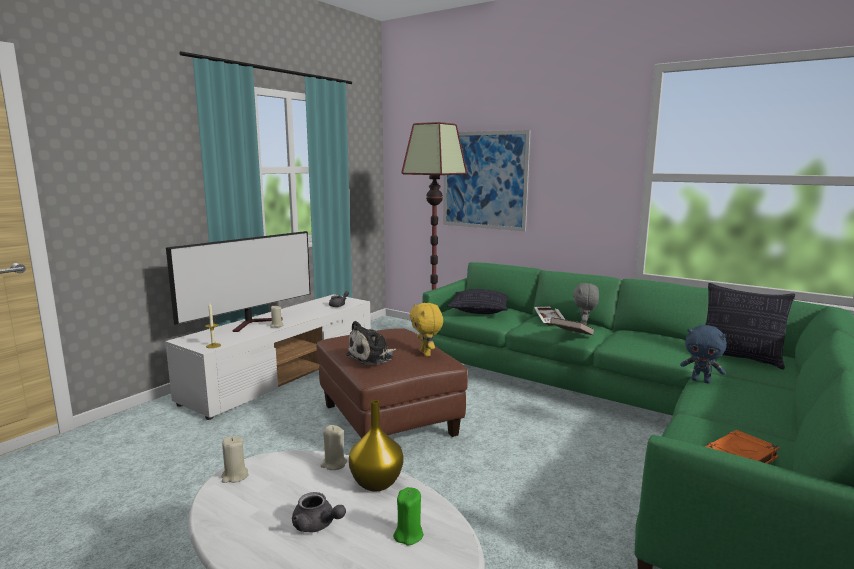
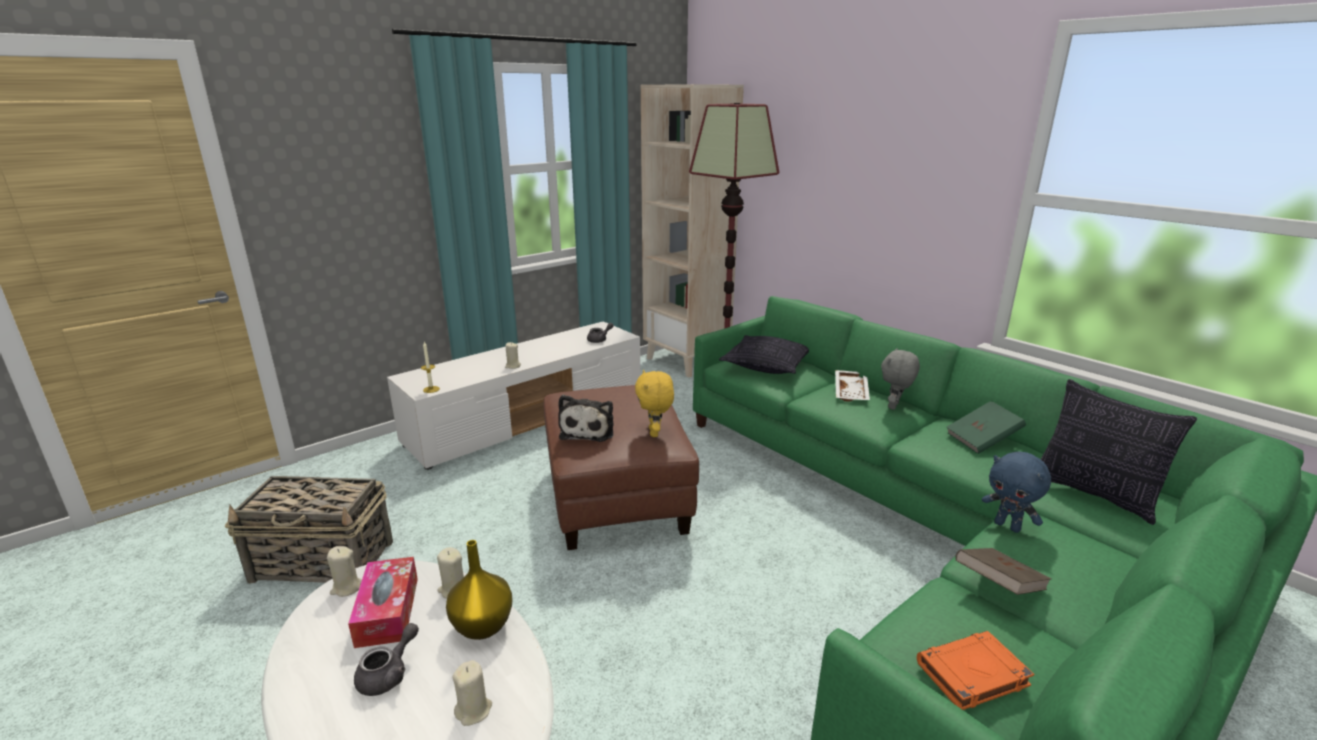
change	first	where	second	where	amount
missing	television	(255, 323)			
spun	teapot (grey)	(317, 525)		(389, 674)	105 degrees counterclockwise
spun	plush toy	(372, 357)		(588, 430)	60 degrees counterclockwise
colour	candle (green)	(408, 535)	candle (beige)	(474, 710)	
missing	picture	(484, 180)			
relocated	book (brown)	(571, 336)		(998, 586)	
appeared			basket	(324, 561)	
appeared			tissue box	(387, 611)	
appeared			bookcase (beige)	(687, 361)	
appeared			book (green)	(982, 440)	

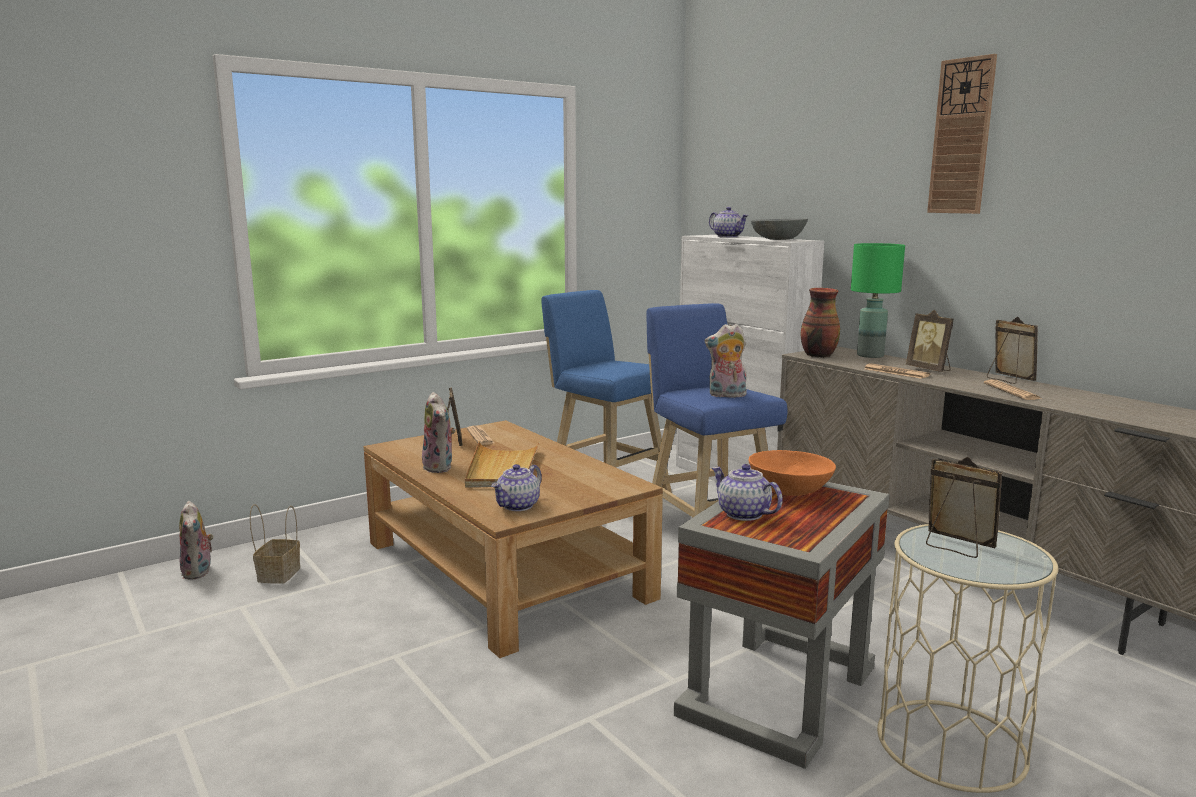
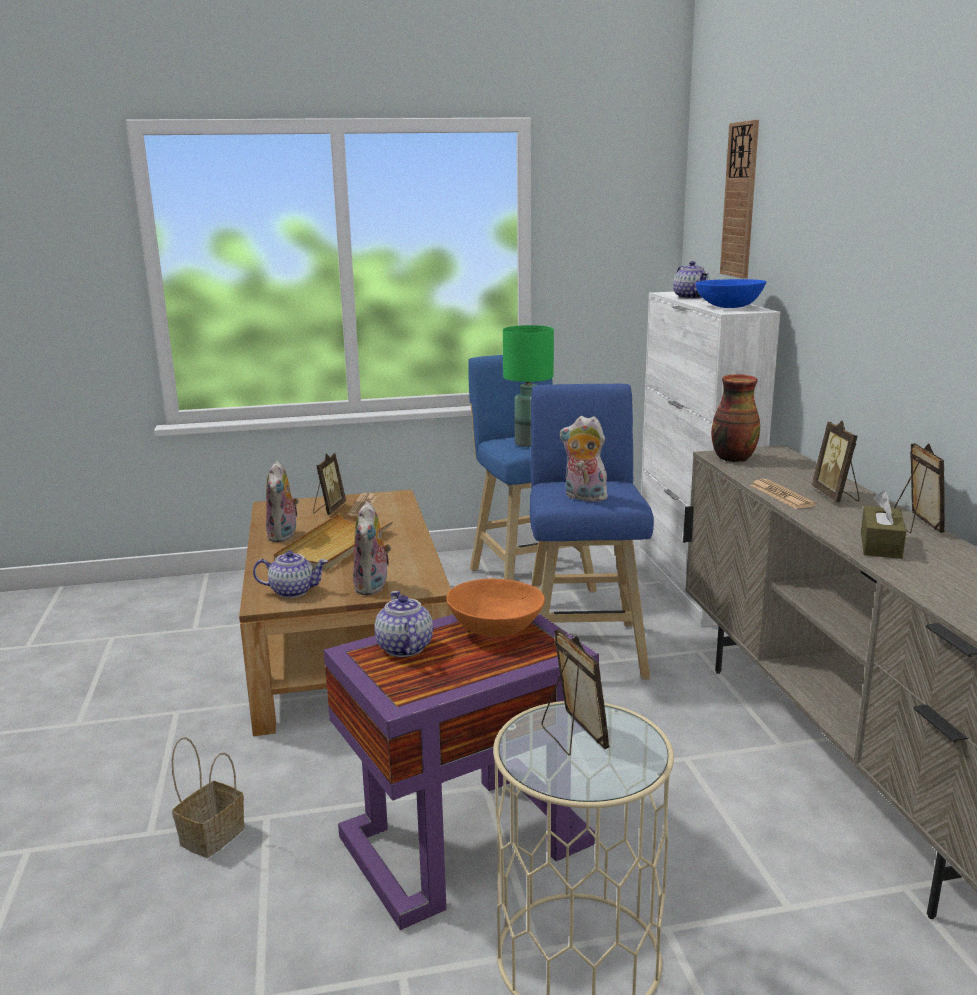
change	first	where	second	where	amount
relocated	plush toy	(199, 572)		(373, 587)	
relocated	basket	(279, 574)		(213, 834)	
spun	teapot	(518, 506)		(293, 591)	150 degrees counterclockwise
colour	side table (grey)	(776, 691)	side table (purple)	(462, 841)	
colour	bowl (grey)	(779, 239)	bowl (blue)	(730, 306)	
relocated	table lamp (green)	(869, 355)		(527, 443)	
relocated	wall clock	(961, 137)		(740, 200)	
exchanged	newspaper	(1011, 391)	tissue box (brown)	(880, 545)	

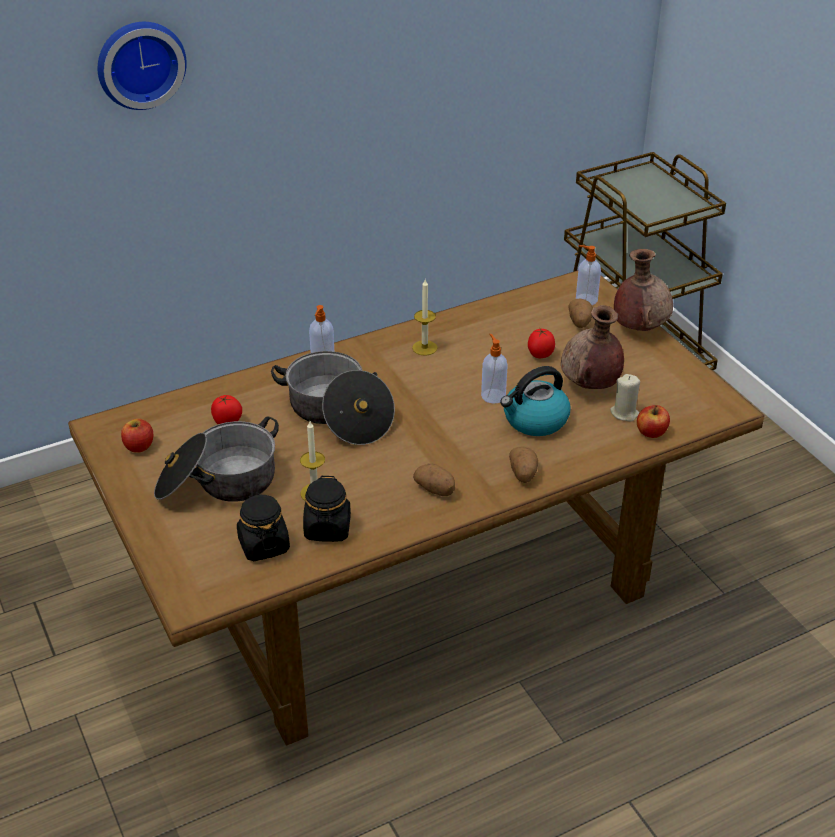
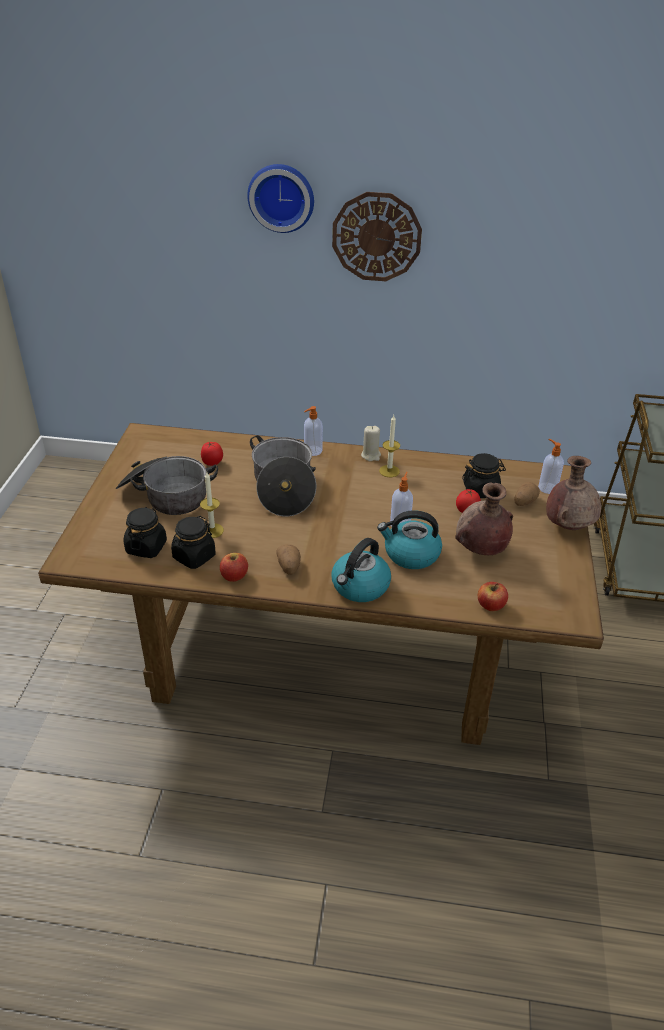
change	first	where	second	where	amount
relocated	apple	(139, 446)		(234, 576)	
exchanged	potato	(523, 474)	kettle	(360, 587)	
relocated	candle (beige)	(625, 413)		(371, 455)	
appeared			wall clock	(376, 237)	
appeared			jar (black)	(481, 490)	

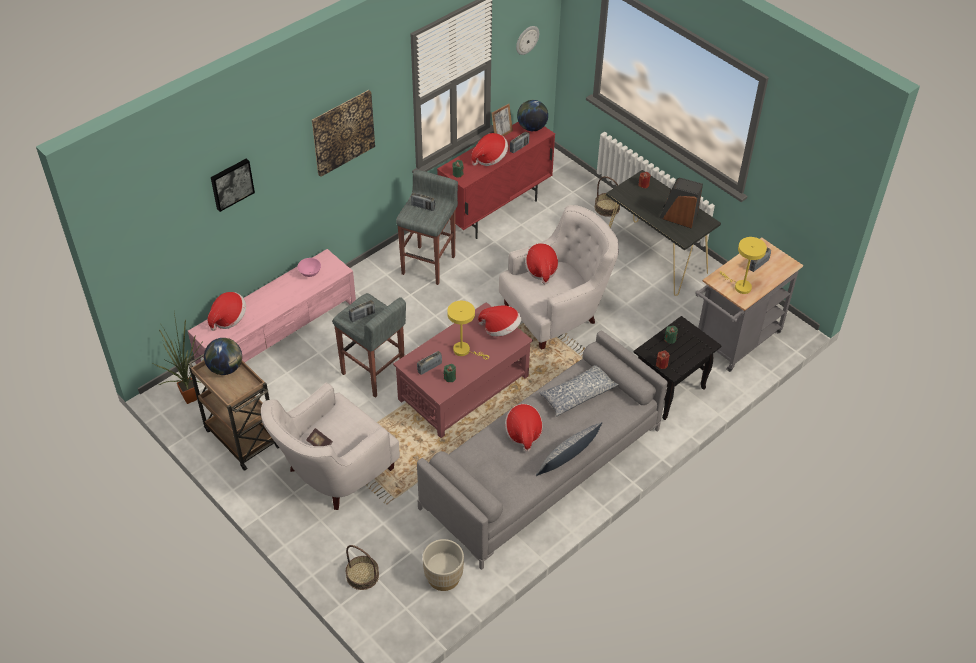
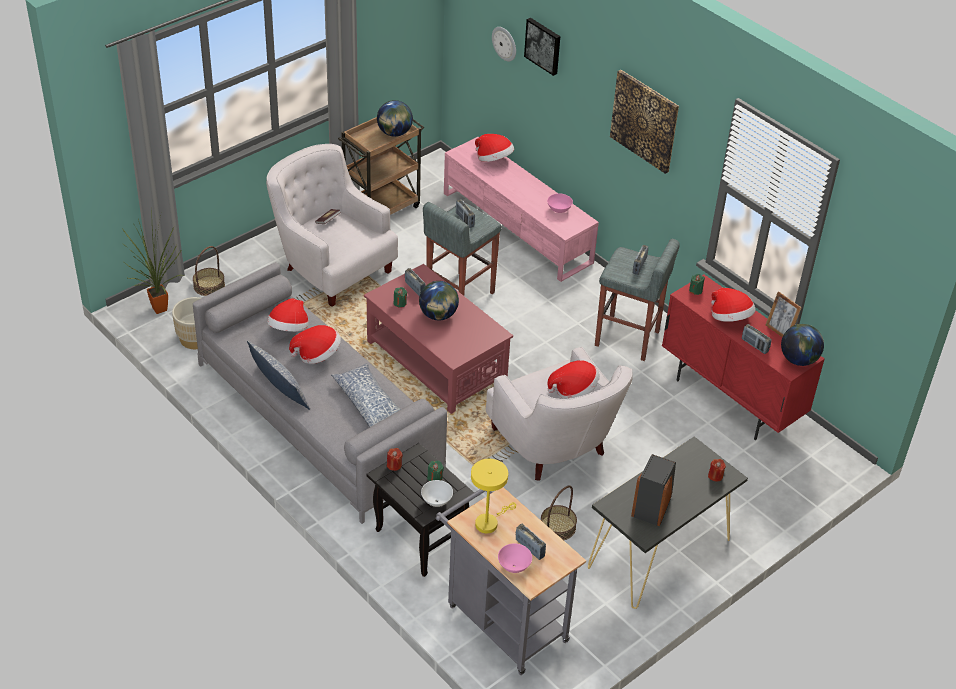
change	first	where	second	where	amount
relocated	potted plant	(192, 398)		(160, 311)	
exchanged	table lamp (yellow)	(464, 350)	globe	(438, 315)	
relocated	hat	(500, 329)		(289, 329)	
relocated	wall clock	(526, 39)		(504, 43)	
relocated	basket	(607, 208)		(558, 527)	
appeared			bowl (white)	(437, 501)	
appeared			bowl (pink)	(513, 566)	

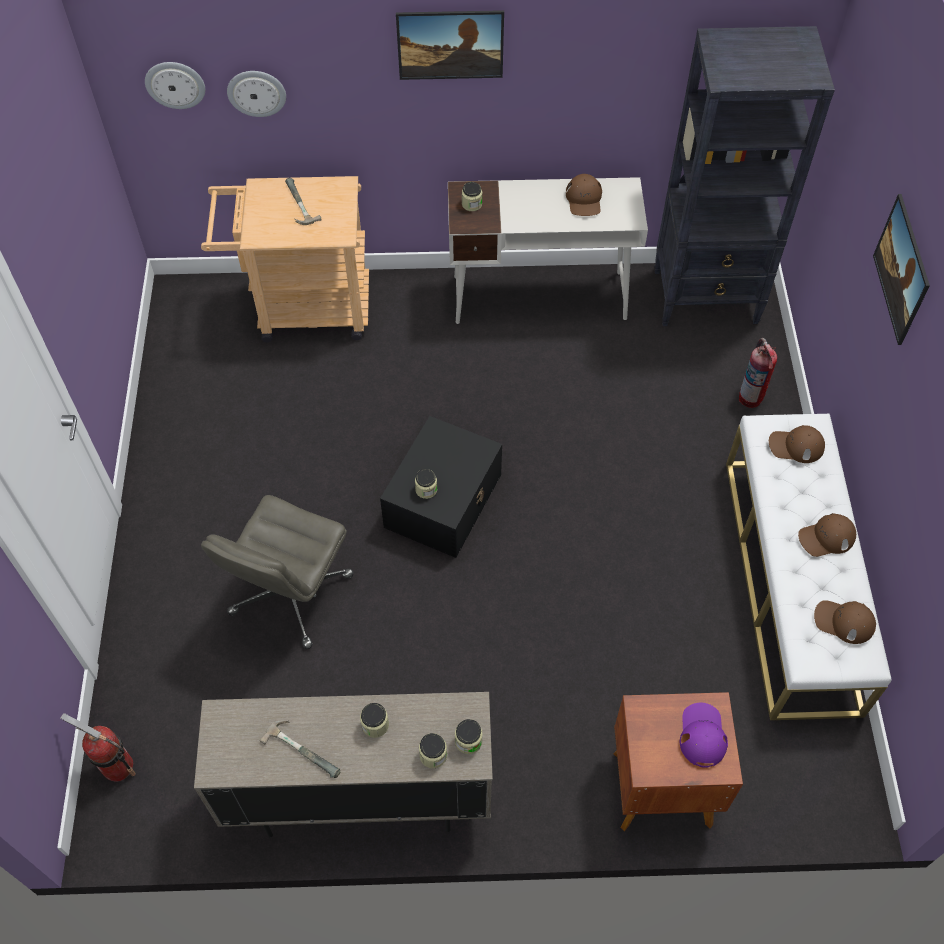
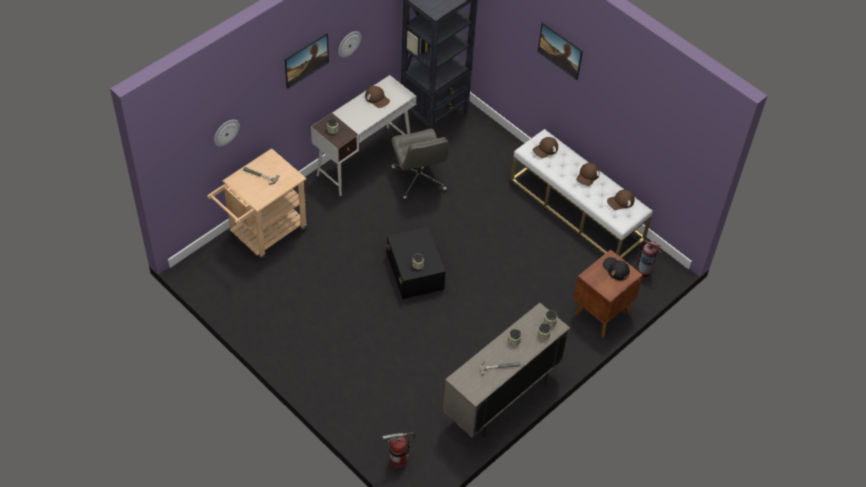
change	first	where	second	where	amount
relocated	wall clock	(175, 84)		(348, 43)	
relocated	office chair (grey)	(291, 595)		(419, 180)	
colour	cap (purple)	(702, 735)	cap (black)	(615, 269)	
relocated	fire extinguisher	(750, 397)		(644, 271)	

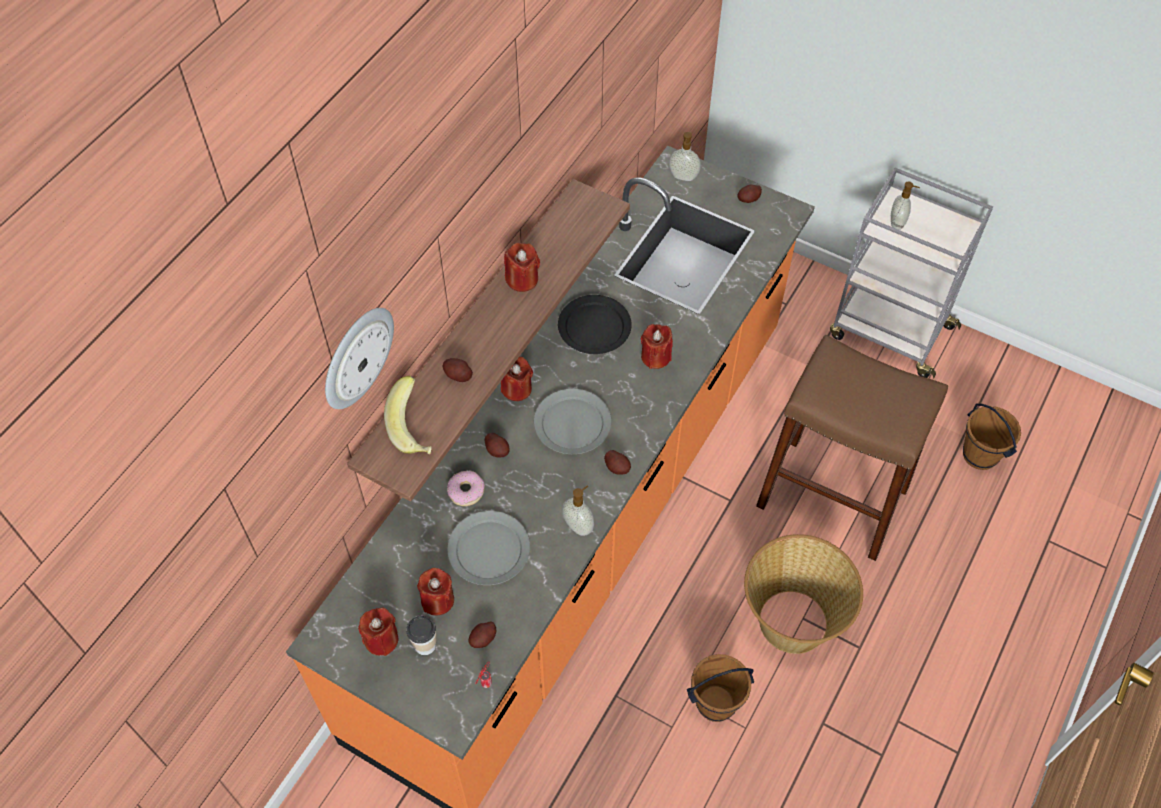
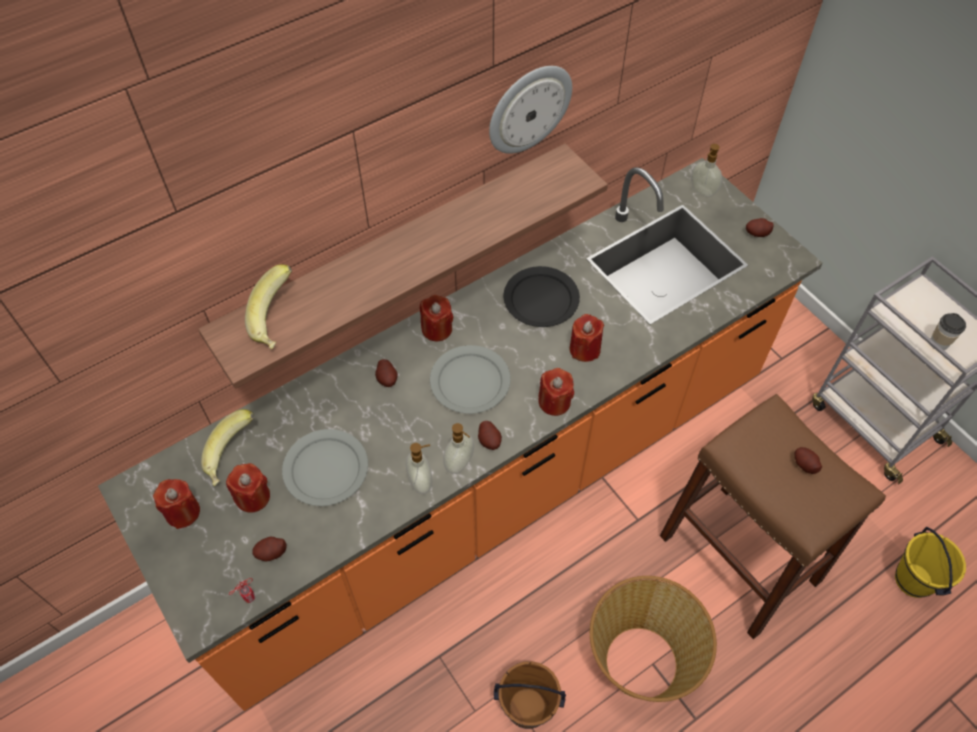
change	first	where	second	where	amount
relocated	wall clock	(356, 356)		(528, 108)	
relocated	cup	(425, 645)		(938, 343)	
relocated	potato	(458, 375)		(804, 464)	
missing	donut	(466, 491)			
relocated	candle (red)	(522, 279)		(554, 402)	
relocated	soap dispenser	(897, 223)		(460, 464)	
colour	bucket (brown)	(980, 455)	bucket (yellow)	(914, 580)	
appeared			banana	(233, 457)	

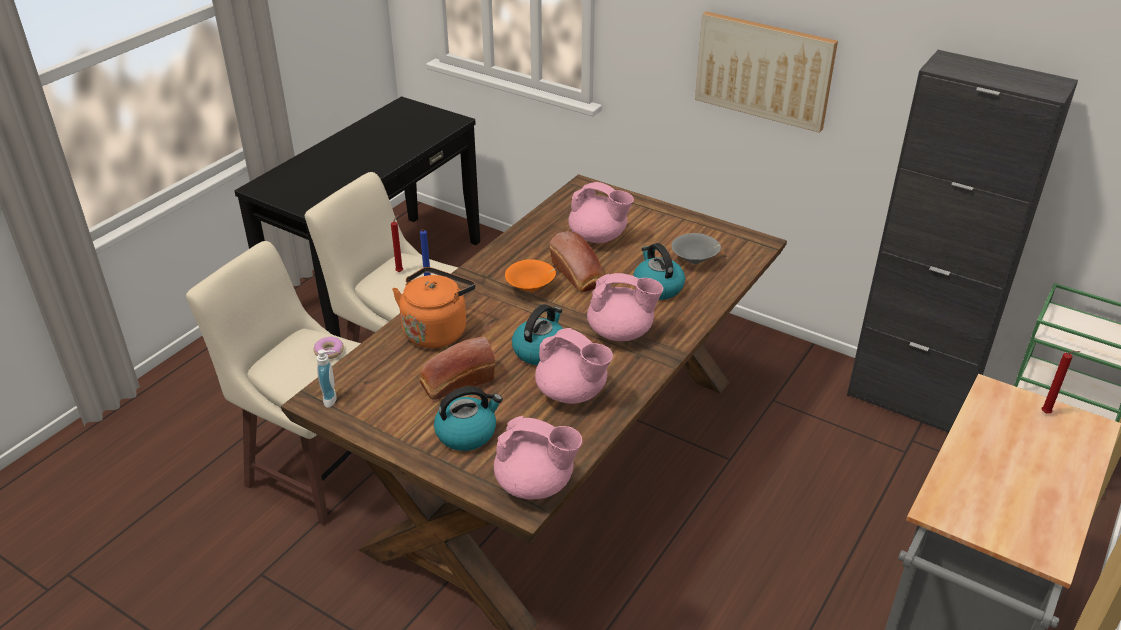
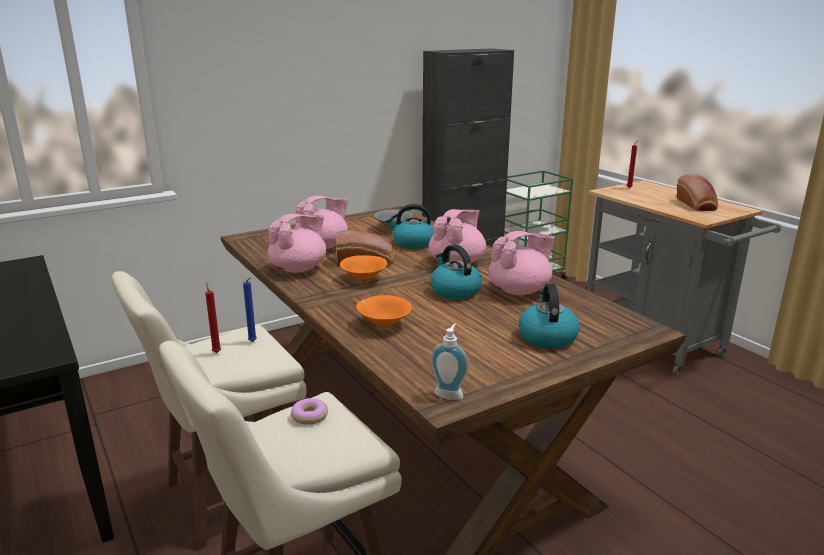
change	first	where	second	where	amount
exchanged	kettle (orange)	(436, 330)	bowl (orange)	(383, 325)	
relocated	bread	(456, 382)		(696, 205)	
relocated	teapot (pink)	(536, 484)		(299, 269)	
missing	picture	(764, 70)			

